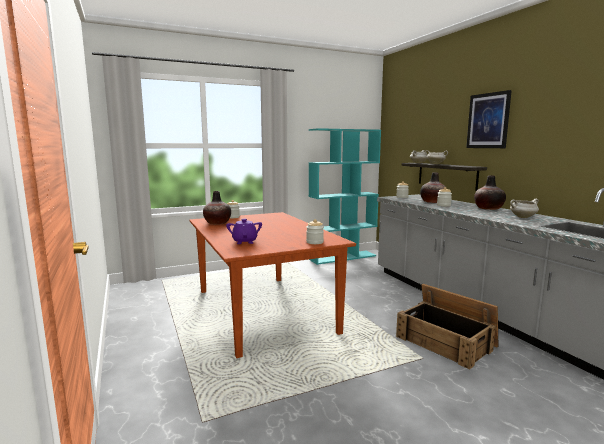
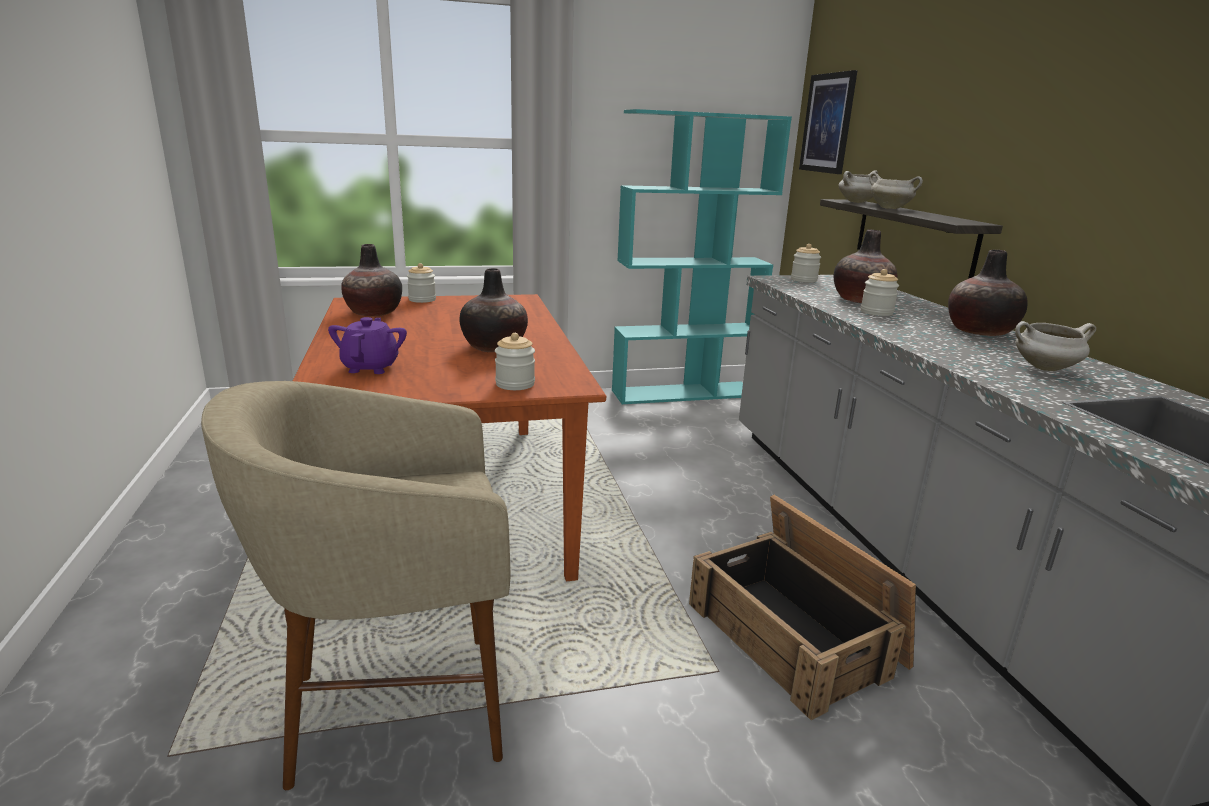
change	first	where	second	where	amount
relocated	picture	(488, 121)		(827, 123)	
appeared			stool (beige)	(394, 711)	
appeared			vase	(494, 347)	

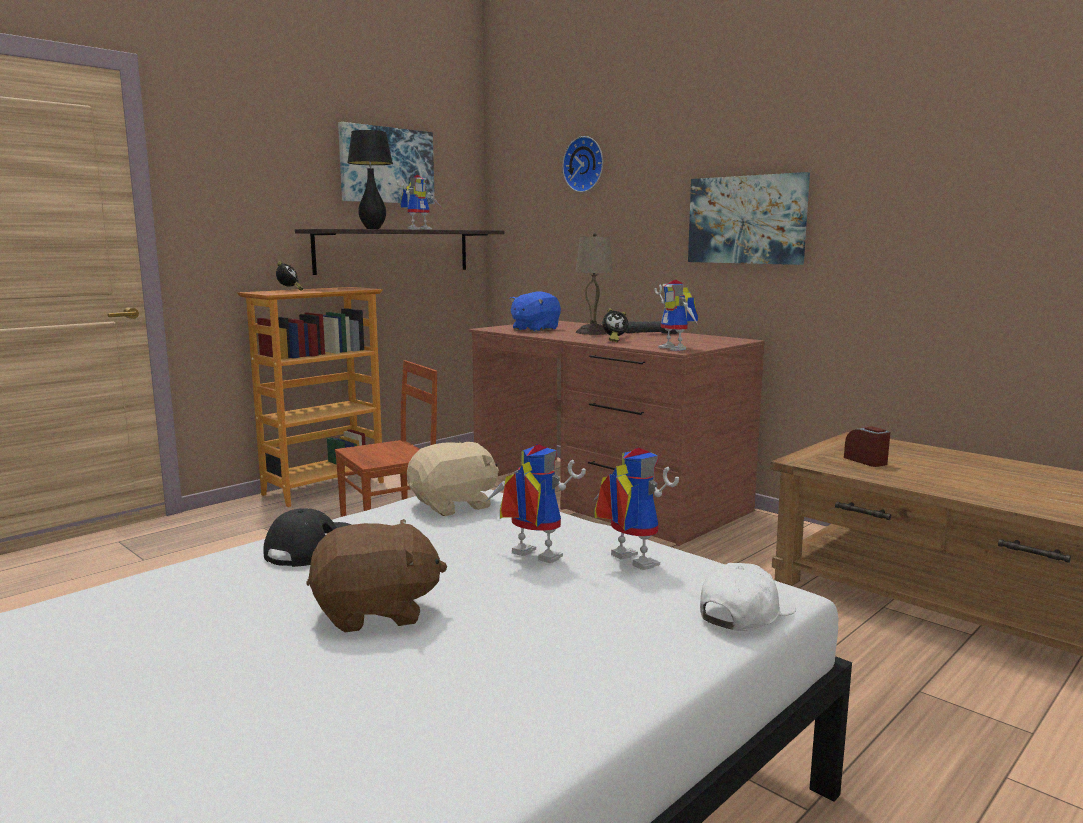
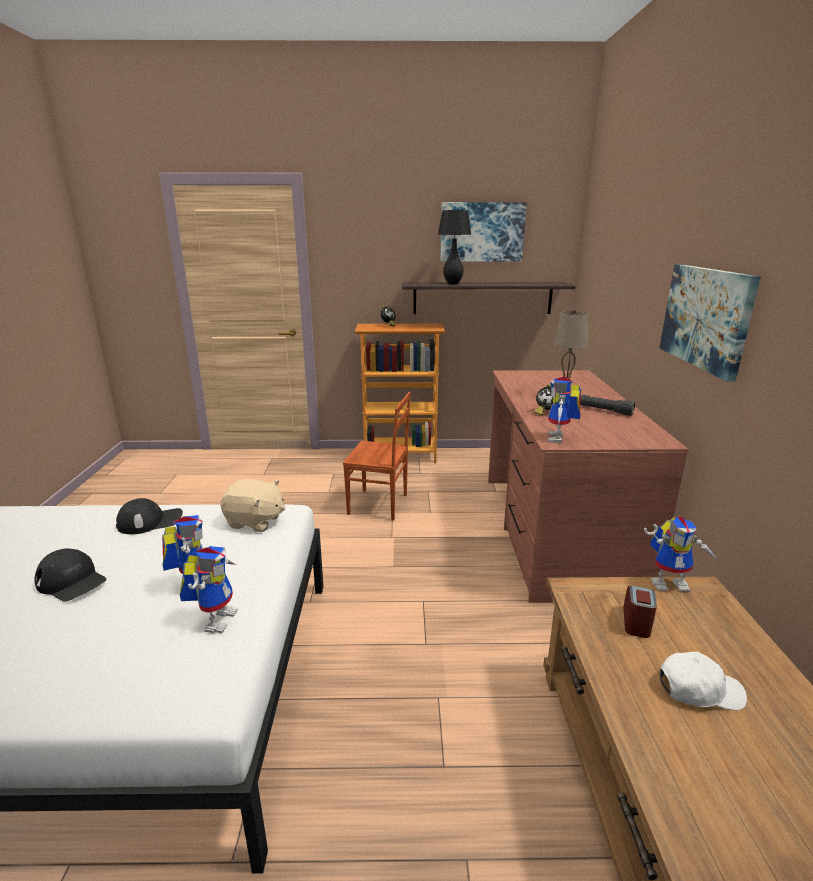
change	first	where	second	where	amount
exchanged	plush toy (brown)	(376, 612)	cap (black)	(72, 581)	
relocated	toy robot	(419, 229)		(670, 582)	
missing	plush toy (blue)	(534, 329)			
missing	wall clock	(585, 164)			
relocated	cap (white)	(745, 613)		(699, 690)	

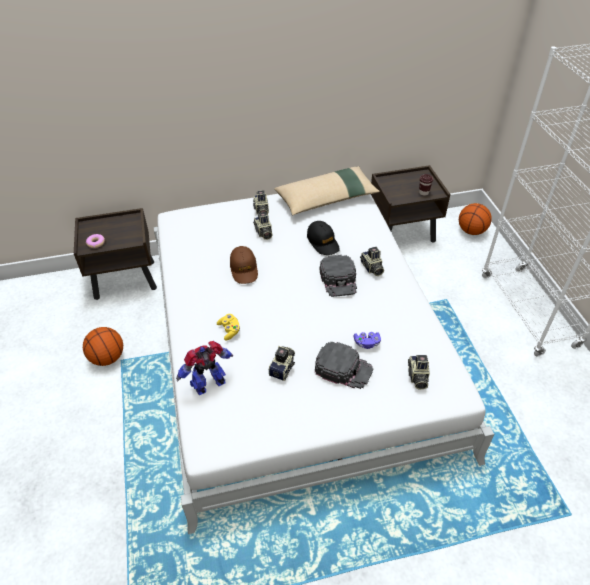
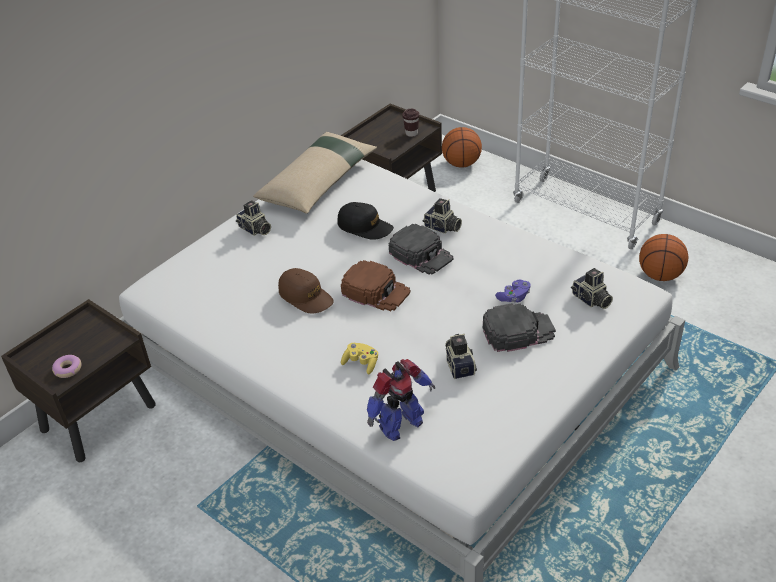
change	first	where	second	where	amount
relocated	basketball	(107, 358)		(660, 275)	
spun	toy robot	(210, 384)		(400, 425)	150 degrees counterclockwise
missing	photo camera	(263, 233)			
appeared			cap (brown)	(376, 291)	

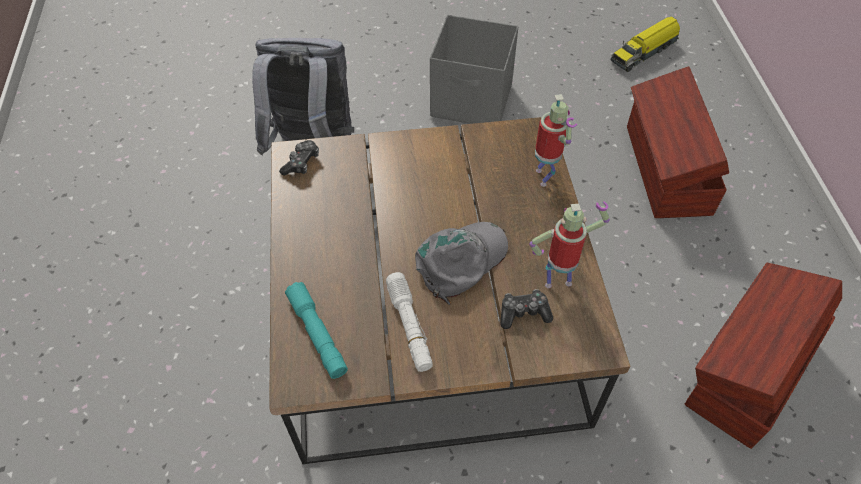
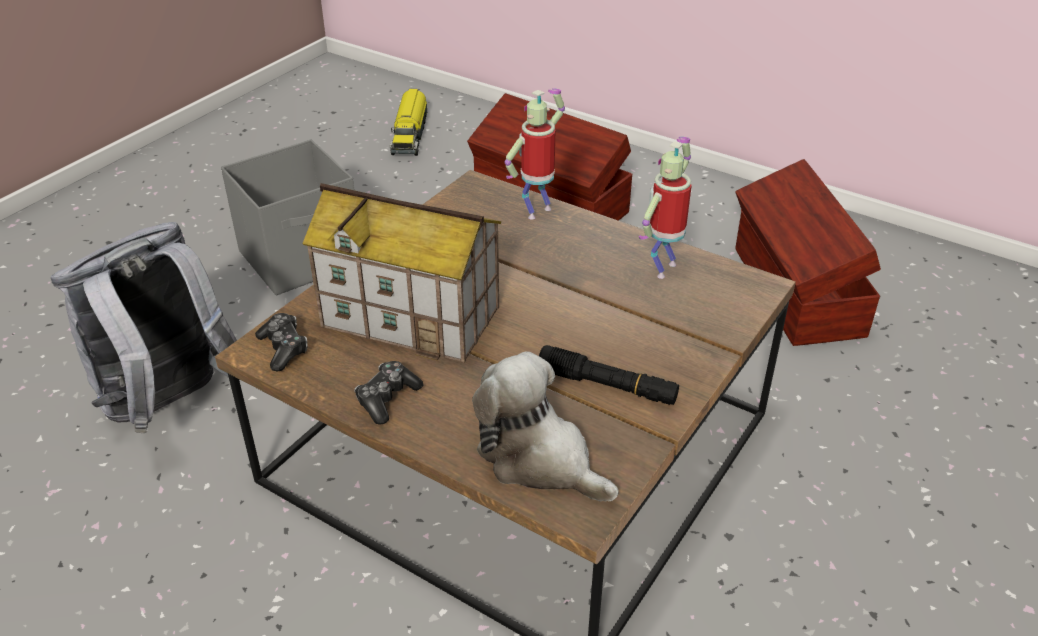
change	first	where	second	where	amount
exchanged	flashlight (turquoise)	(317, 334)	plush toy	(539, 459)	
colour	flashlight (white)	(409, 326)	flashlight (black)	(607, 386)	
missing	cap (grey)	(461, 261)			
relocated	game controller	(523, 313)		(387, 399)	
spun	toy robot	(545, 177)		(537, 211)	75 degrees counterclockwise
appeared			toy house	(412, 316)	

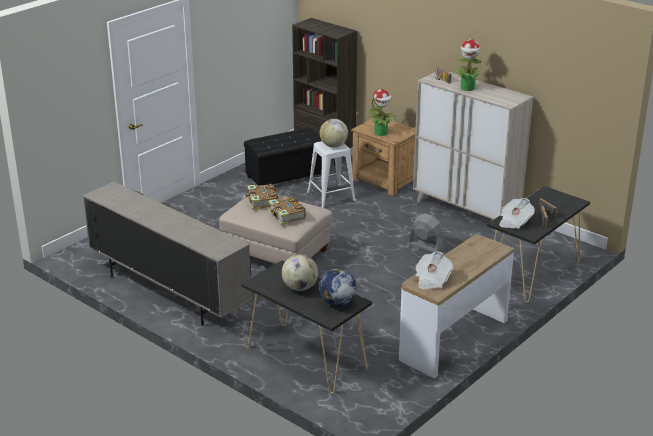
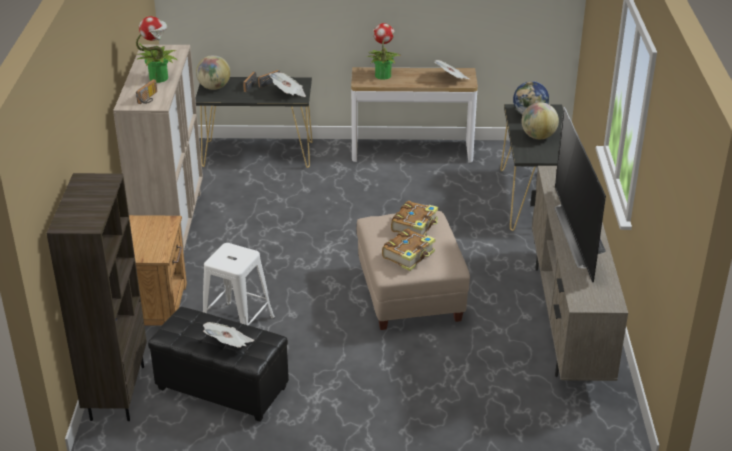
change	first	where	second	where	amount
relocated	globe	(333, 146)		(214, 87)	
relocated	potted plant	(381, 133)		(383, 75)	
missing	fan (grey)	(425, 245)			
appeared			newspaper	(229, 345)	
appeared			television	(579, 235)	

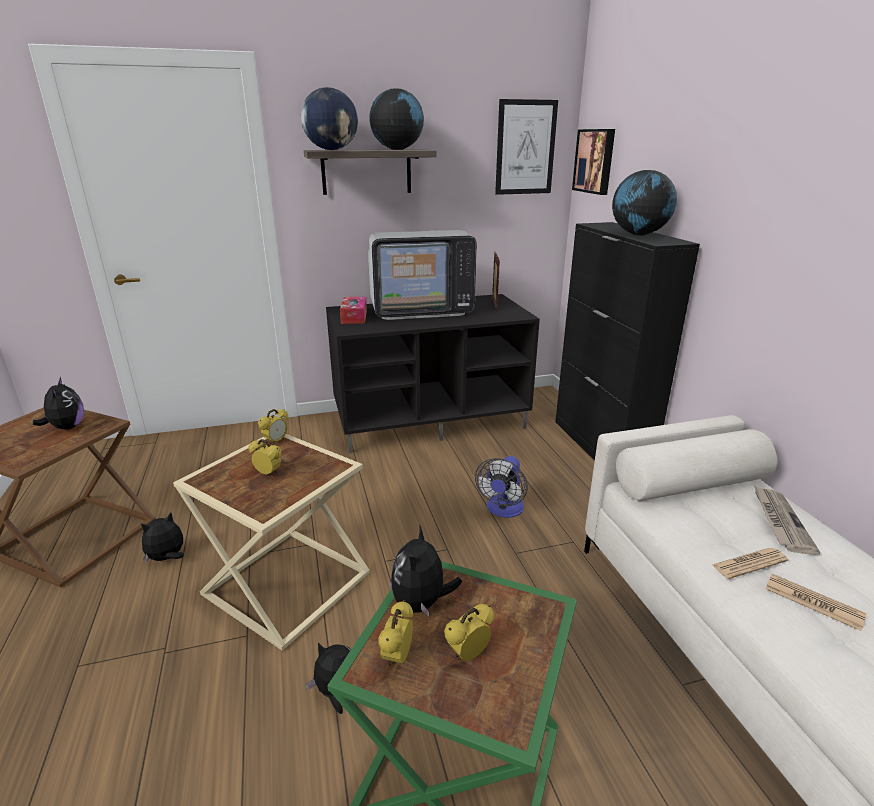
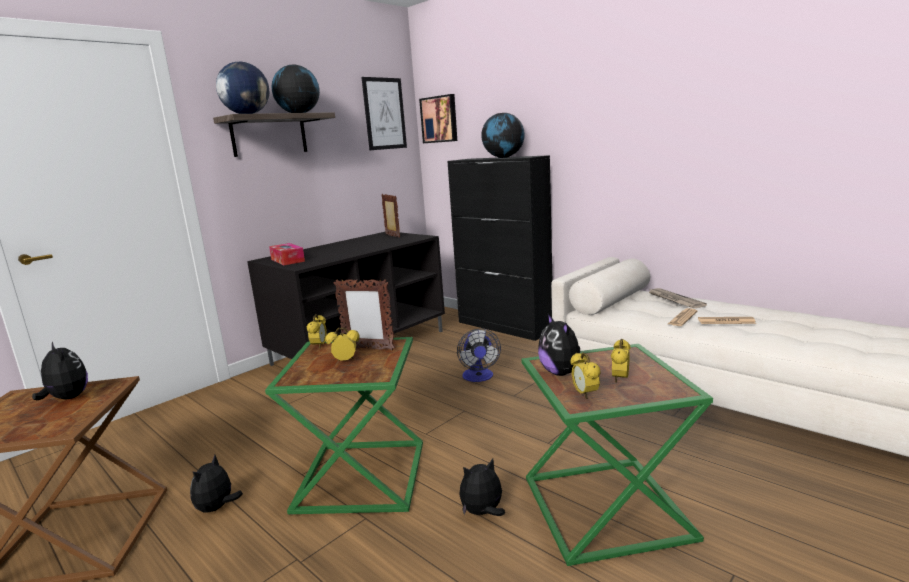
change	first	where	second	where	amount
colour	side table (beige)	(287, 582)	side table (green)	(360, 475)	
missing	television	(421, 310)			
appeared			picture frame	(368, 348)	

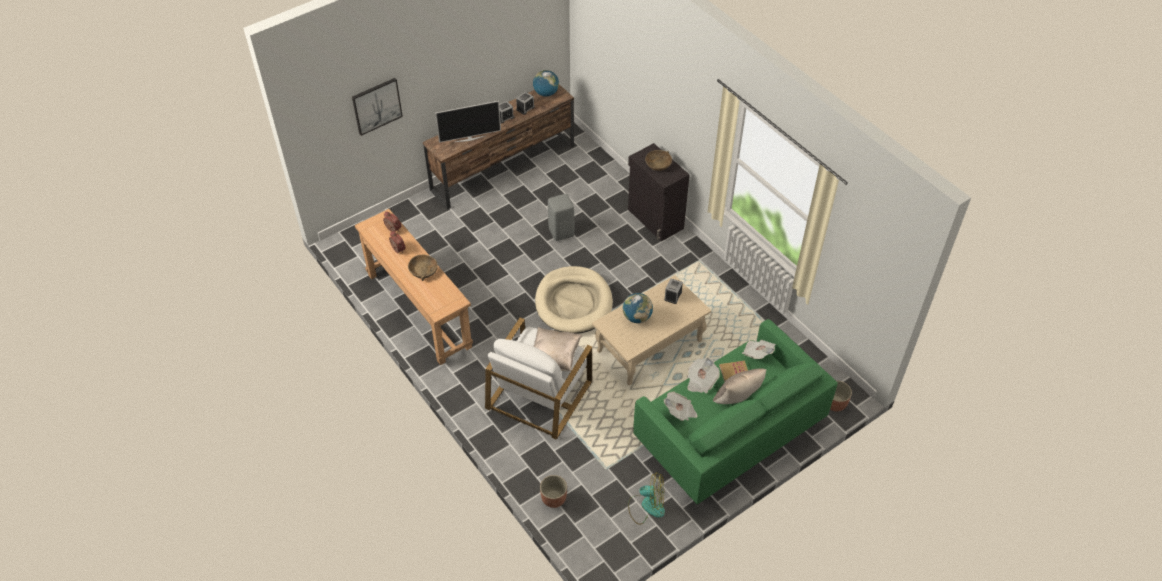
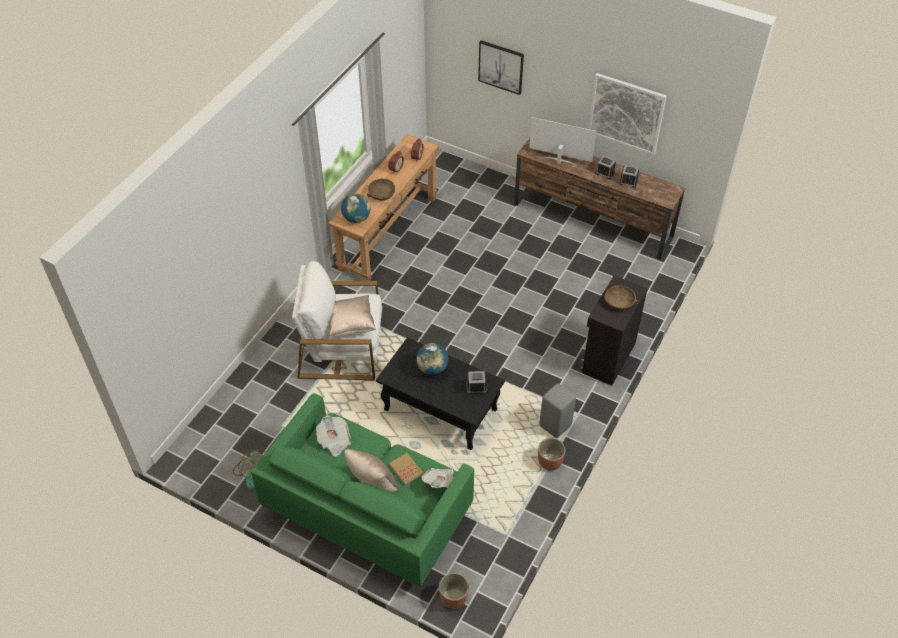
change	first	where	second	where	amount
spun	television	(470, 138)		(559, 161)	150 degrees clockwise
relocated	globe	(546, 93)		(356, 218)	
missing	dog bed (beige)	(573, 302)			
relocated	planter	(554, 498)		(549, 461)	
relocated	stool (grey)	(561, 233)		(554, 425)	
colour	coffee table (beige)	(649, 346)	coffee table (black)	(439, 409)	
missing	newspaper	(700, 381)			
appeared			picture	(626, 113)	

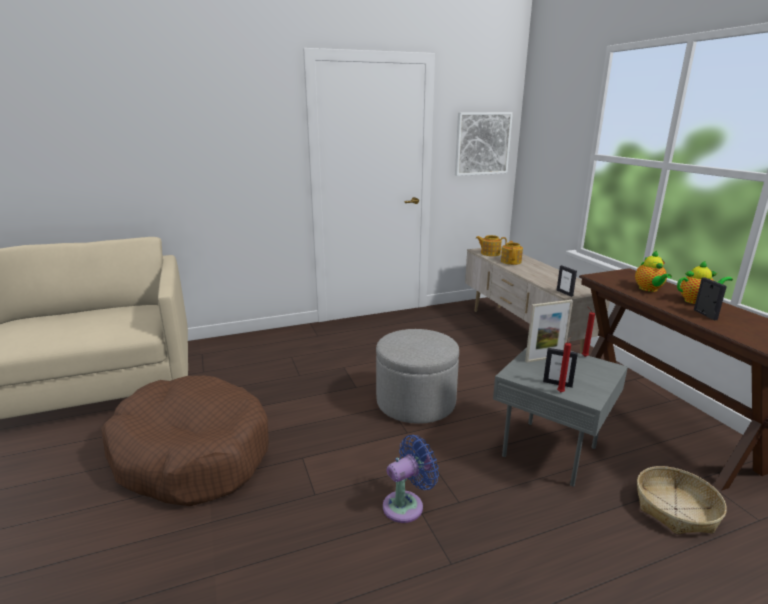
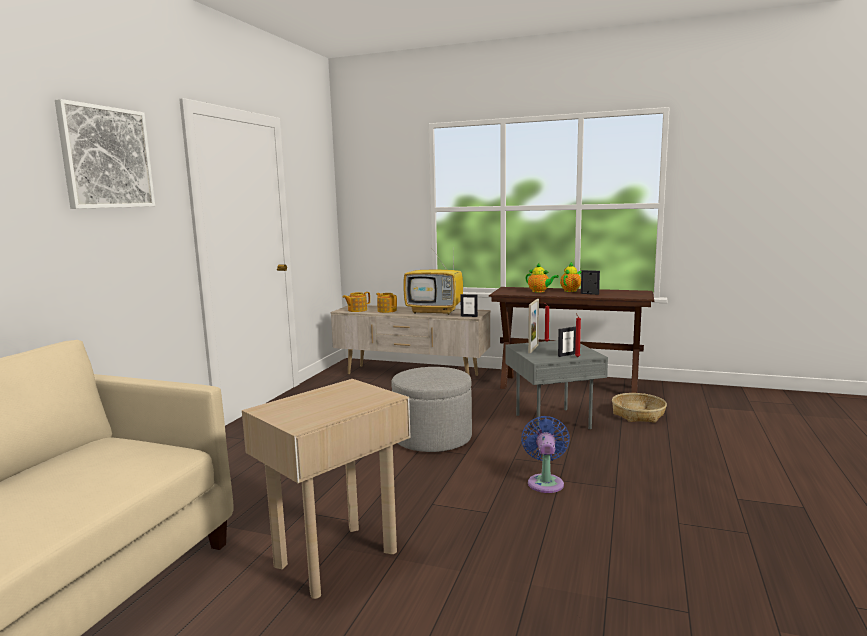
change	first	where	second	where	amount
exchanged	dog bed (brown)	(191, 454)	side table (beige)	(337, 558)	
relocated	picture	(482, 143)		(106, 157)	
appeared			television	(435, 312)	

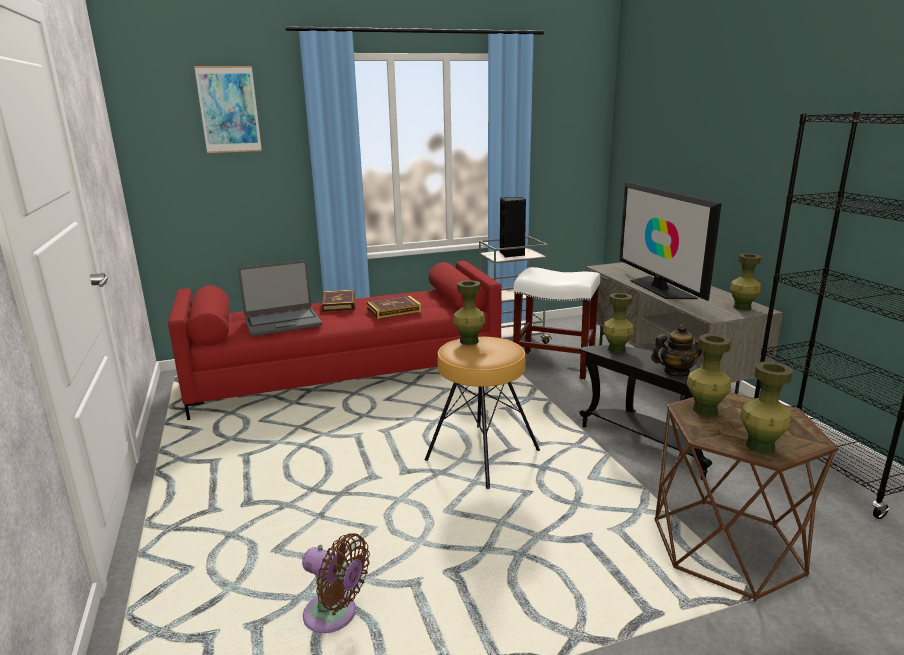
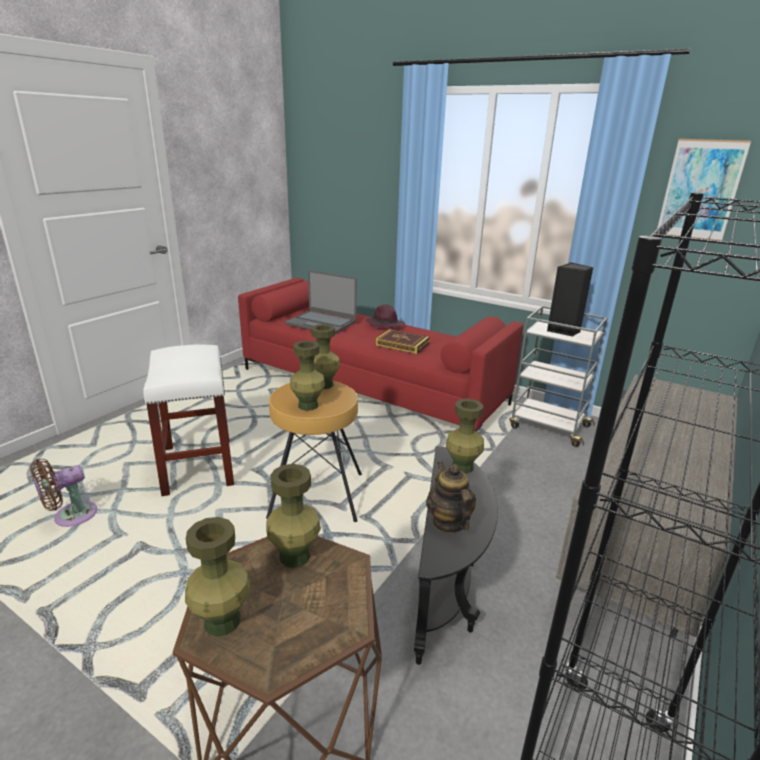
change	first	where	second	where	amount
relocated	picture	(229, 110)		(700, 190)	
spun	fan (brown)	(335, 616)		(71, 517)	60 degrees clockwise
exchanged	book	(339, 304)	hat (purple)	(384, 324)	
relocated	stool (white)	(552, 365)		(197, 465)	
missing	television	(660, 288)			
spun	teapot	(676, 372)		(448, 522)	150 degrees counterclockwise
relocated	vase (green)	(742, 307)		(308, 405)	

